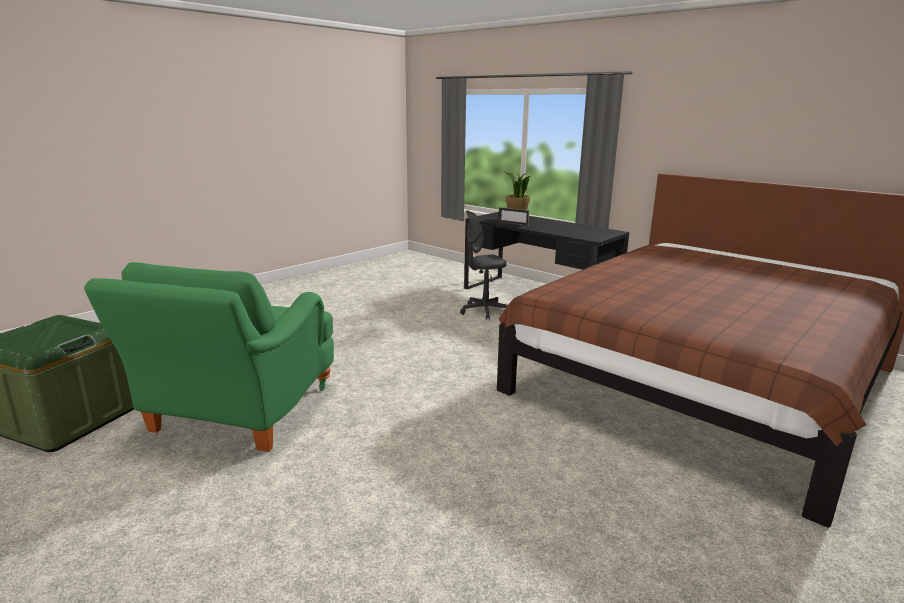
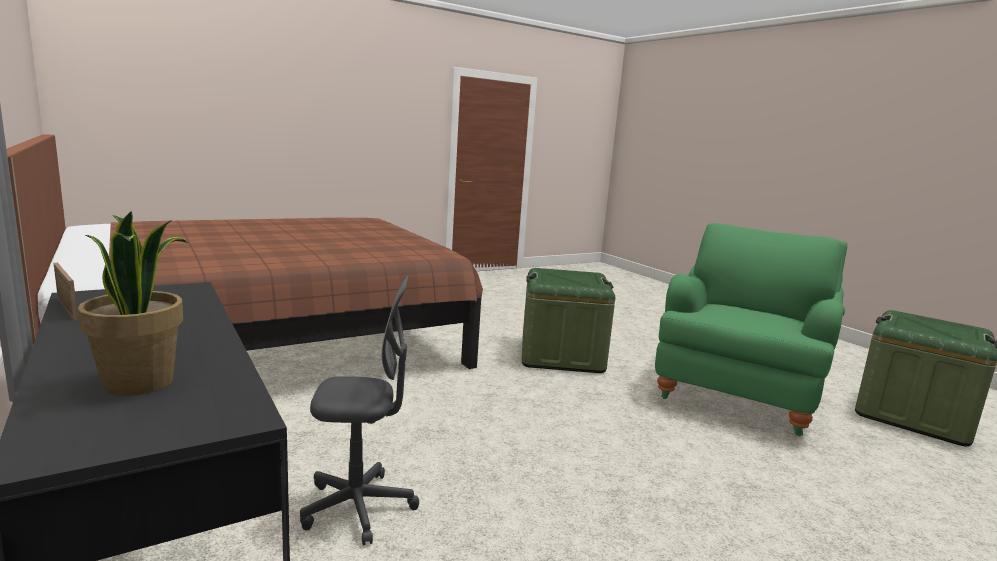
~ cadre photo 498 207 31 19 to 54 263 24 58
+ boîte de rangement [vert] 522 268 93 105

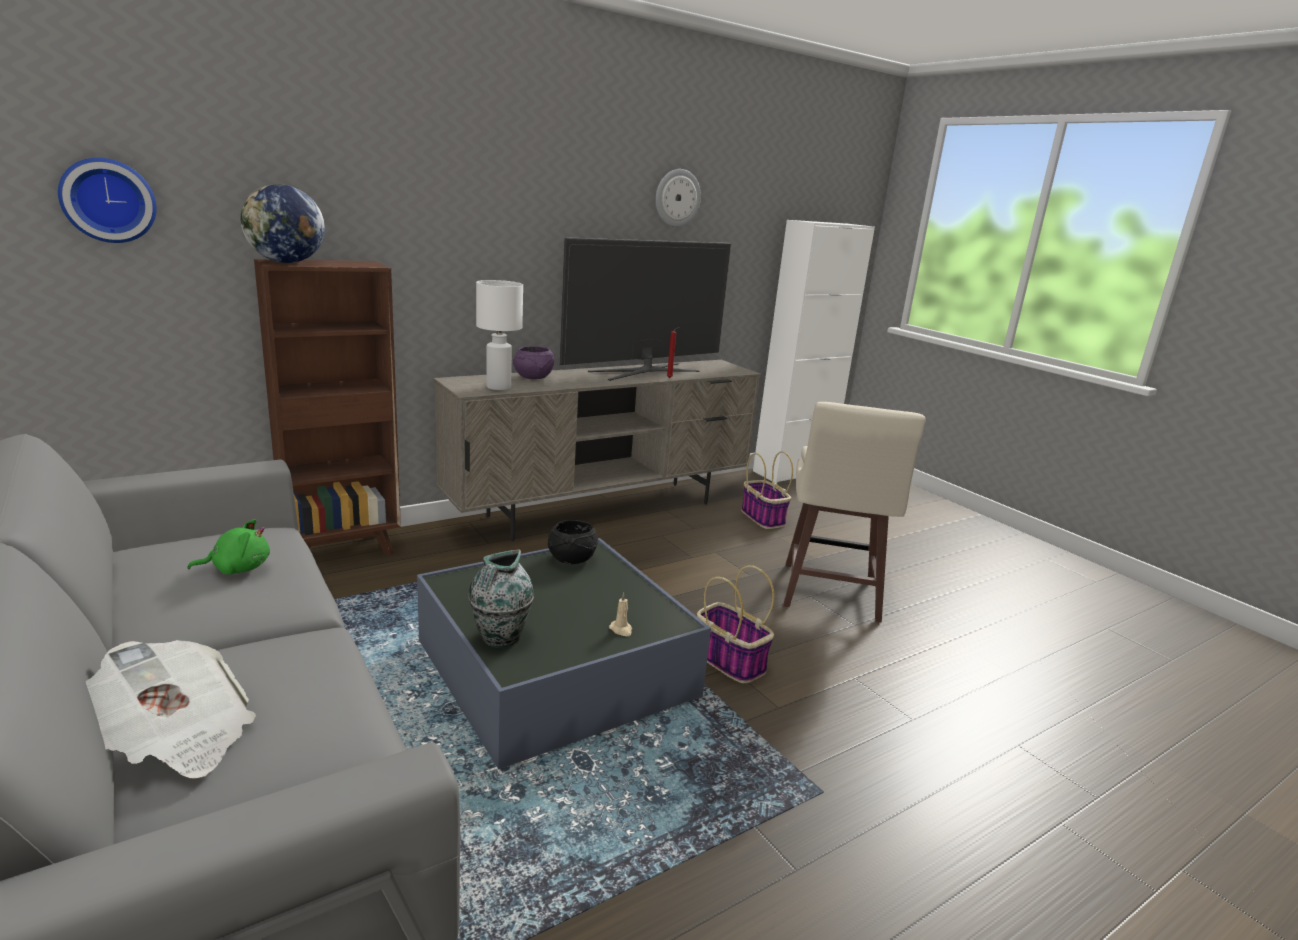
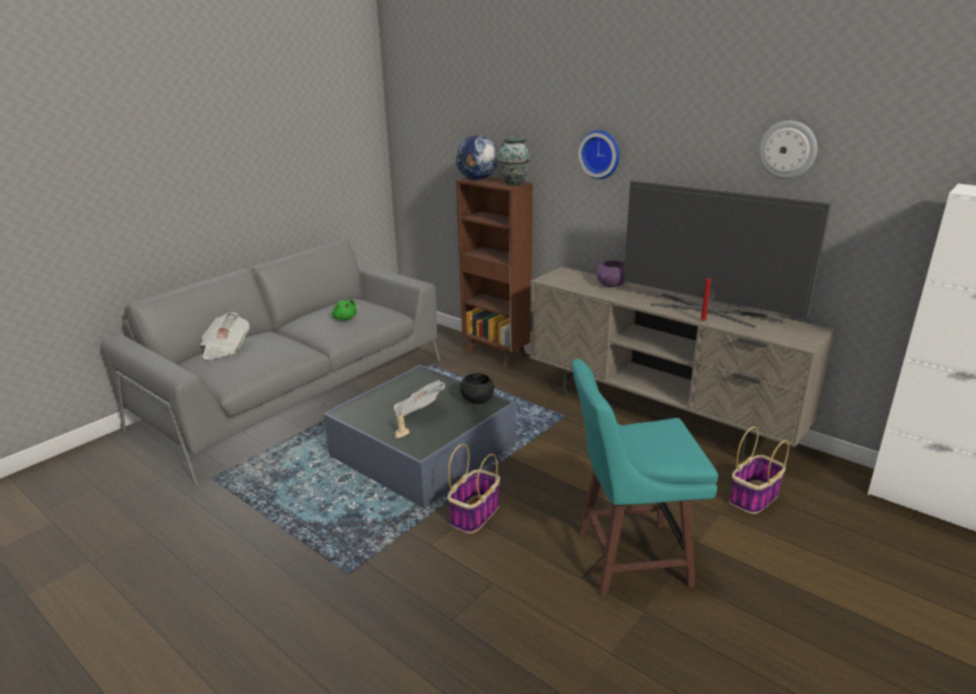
~ horloge murale 58 158 99 85 to 578 130 42 49
- lampe de table [blanc] 476 280 47 110
~ tabouret [beige] 783 402 142 221 to tabouret [turquoise] 572 359 146 237
~ vase 468 550 66 97 to 498 137 32 48
+ journal 394 380 51 39

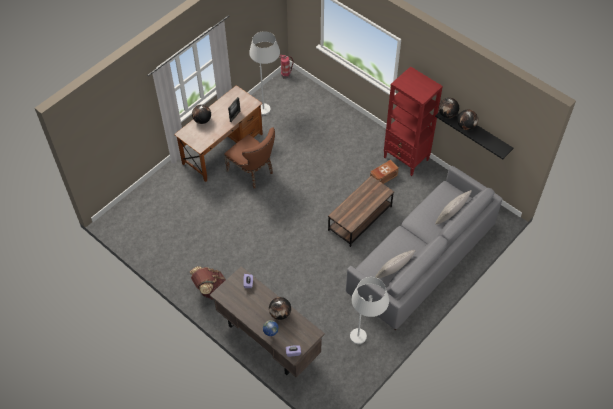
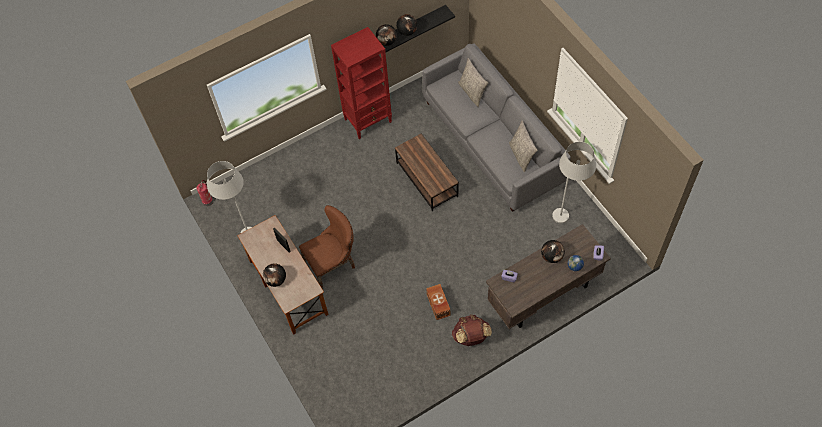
~ boîte de rangement [marron] 370 160 29 24 to 426 284 25 36

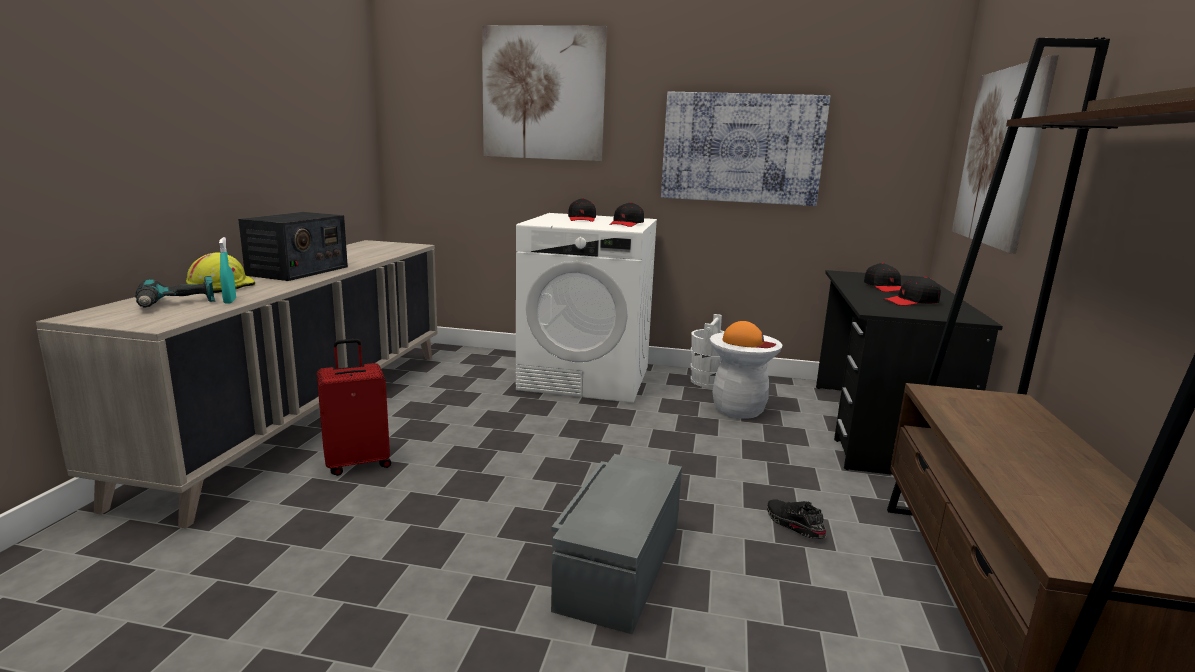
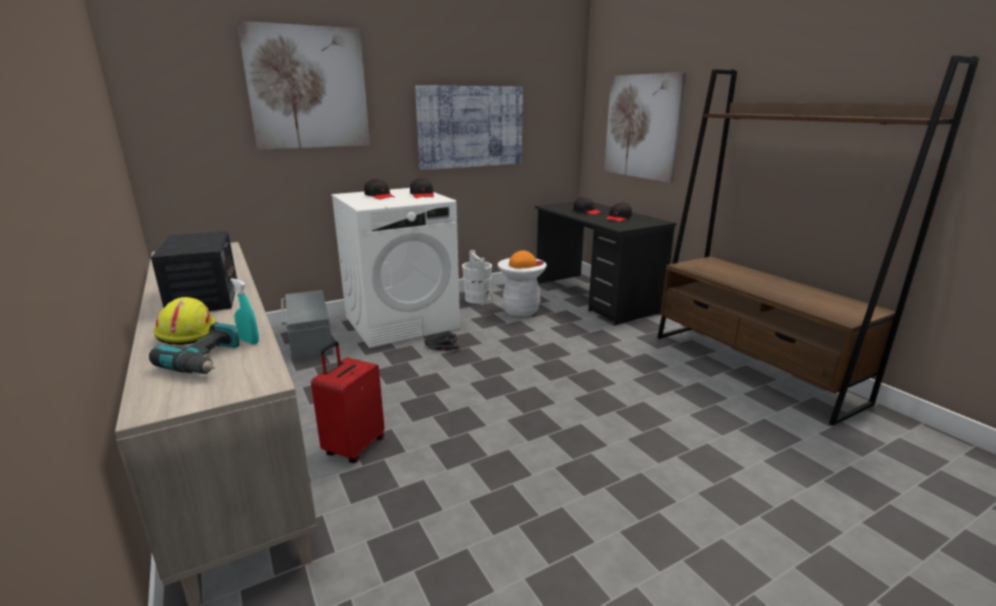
~ boîte de rangement [gris] 551 454 131 180 to 281 290 53 71
~ chaussure [noir] 767 499 60 40 to 424 332 38 19

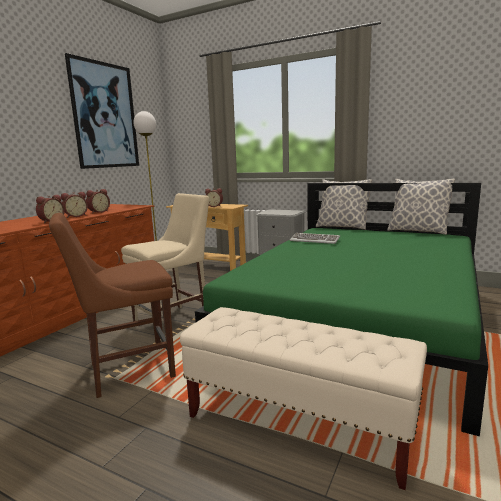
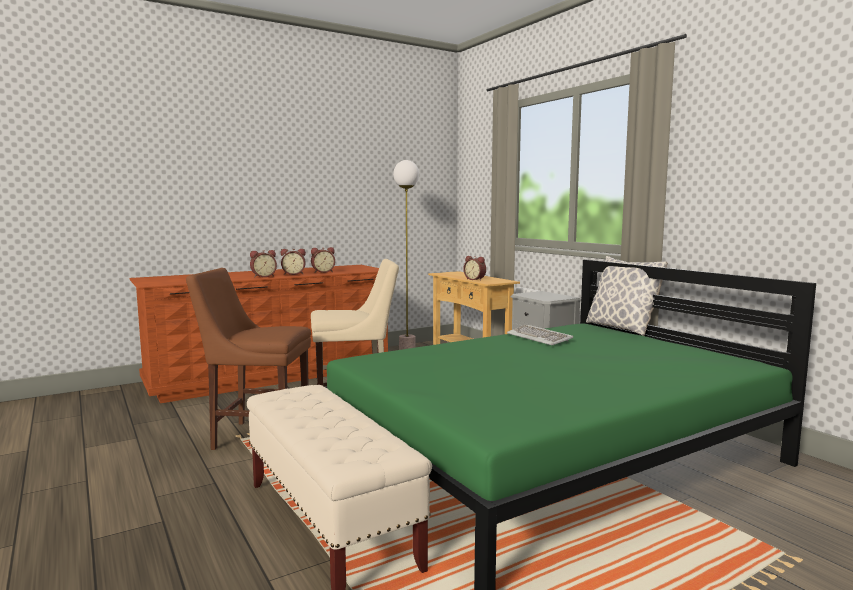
- tableau 65 53 74 116
- coussin 387 179 68 56

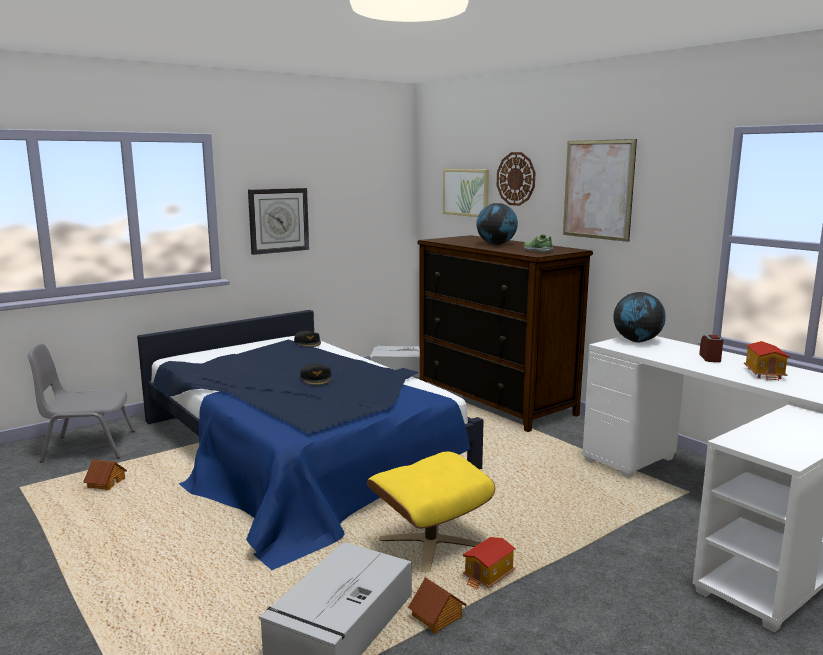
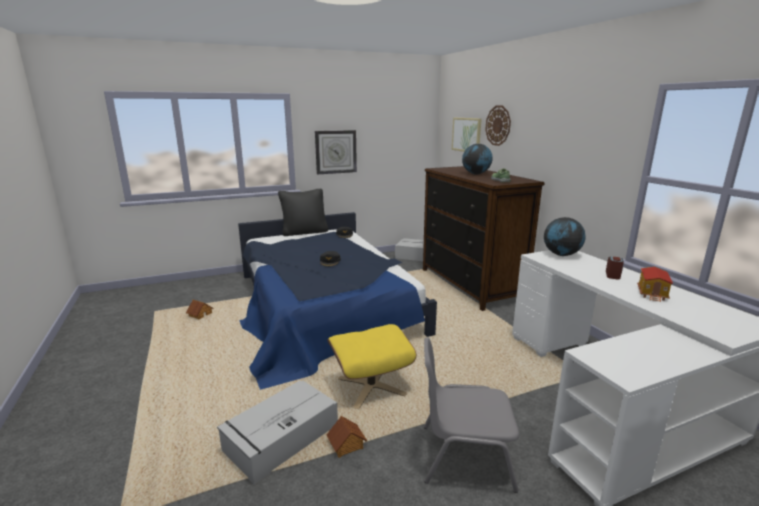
- tableau 563 139 74 103
~ chaise [gris] 27 344 108 119 to 424 337 95 156
- maison miniature 463 537 53 52
+ coussin [noir] 278 189 50 47

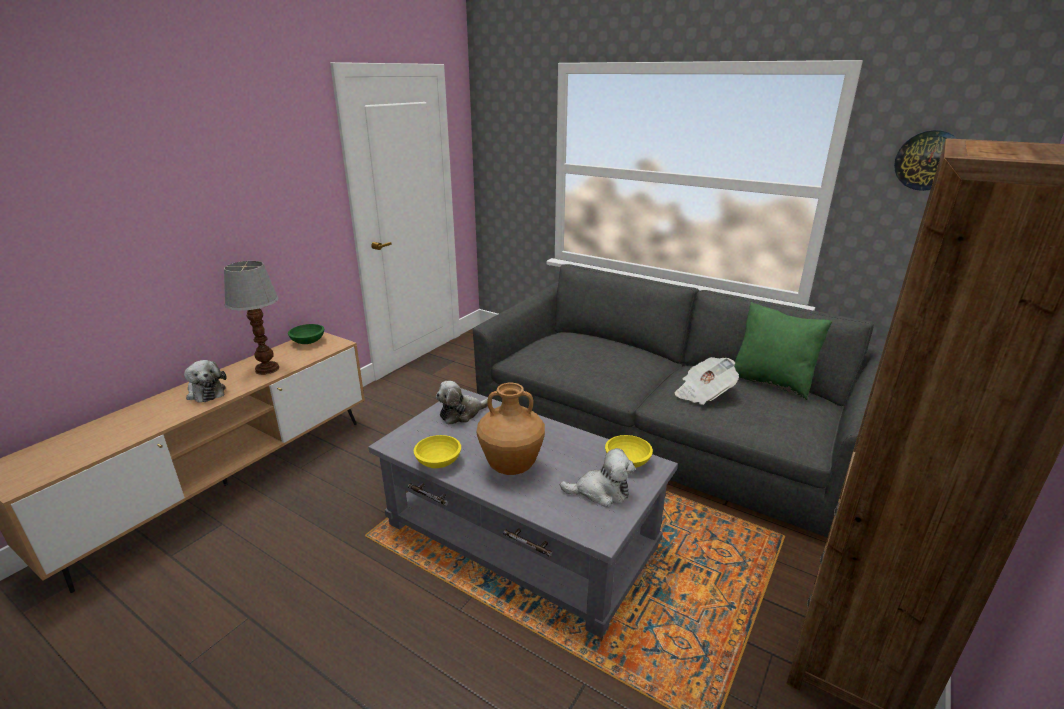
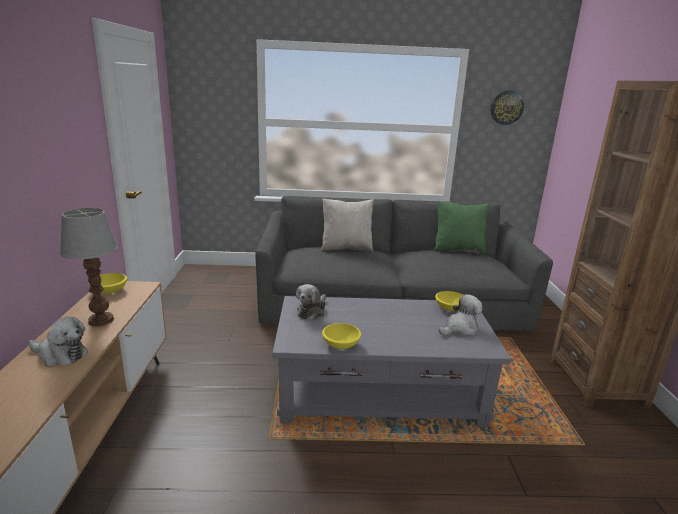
~ bol [vert] 288 324 36 20 to bol [jaune] 88 273 39 21
- journal 675 357 64 48
- vase [marron] 477 383 68 92
+ coussin [beige] 321 198 53 54

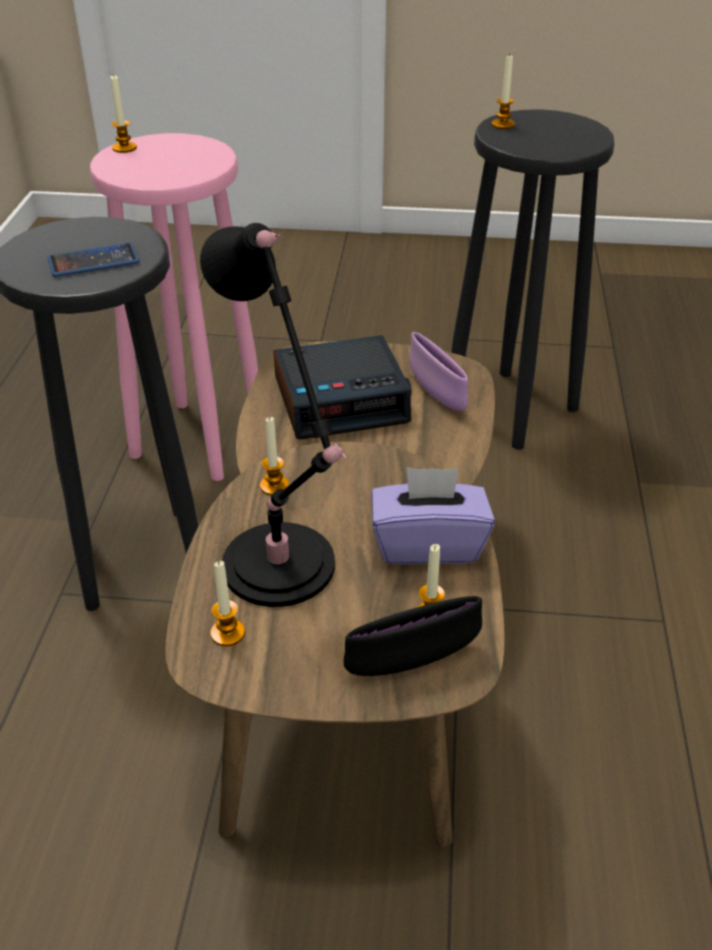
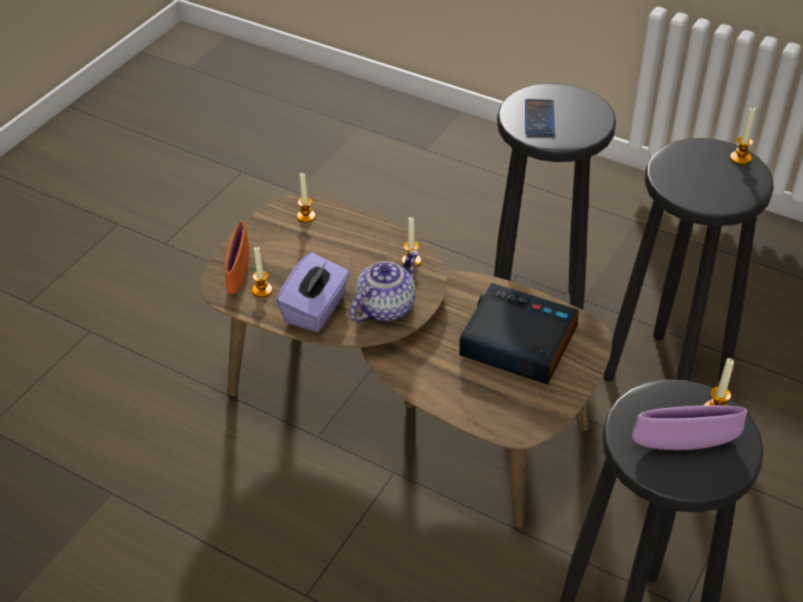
~ tabouret [rose] 90 133 168 348 to tabouret [noir] 603 138 171 243
- lampe de table [noir] 200 223 148 384
~ bol [violet] 409 332 59 79 to 632 405 115 45
~ réveil 273 335 138 104 = 459 283 120 102 105 degrees clockwise
~ bol [noir] 344 596 138 80 to bol [orange] 225 221 24 73
+ théière 350 250 69 72

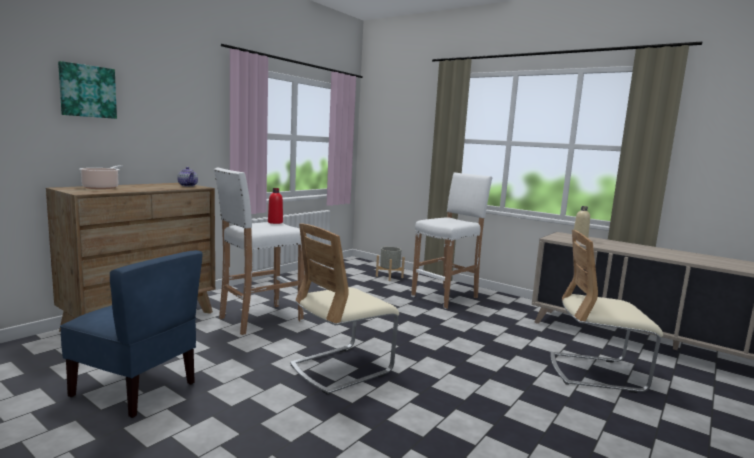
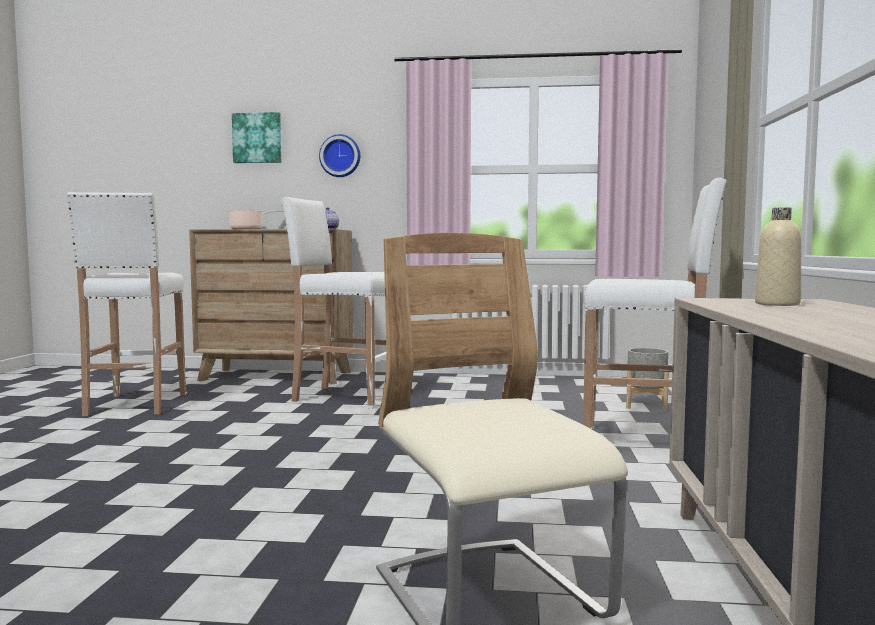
- bouteille [rouge] 268 188 15 36
- chaise [beige] 290 223 109 172
~ chaise [bleu] 60 250 143 168 to tabouret [blanc] 67 192 119 224
+ horloge murale 319 134 41 43

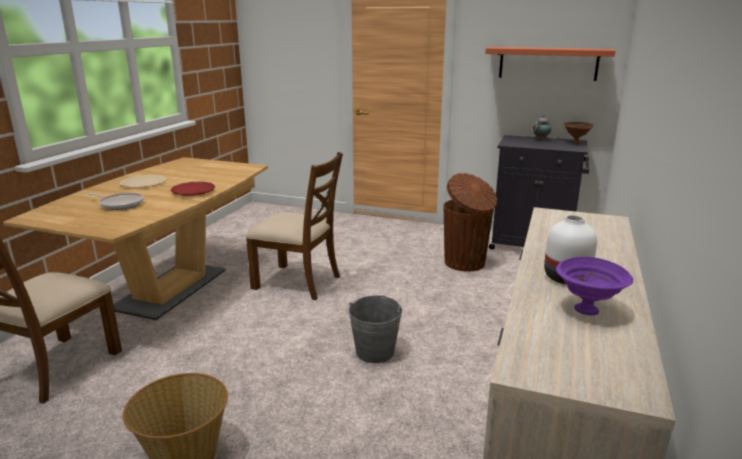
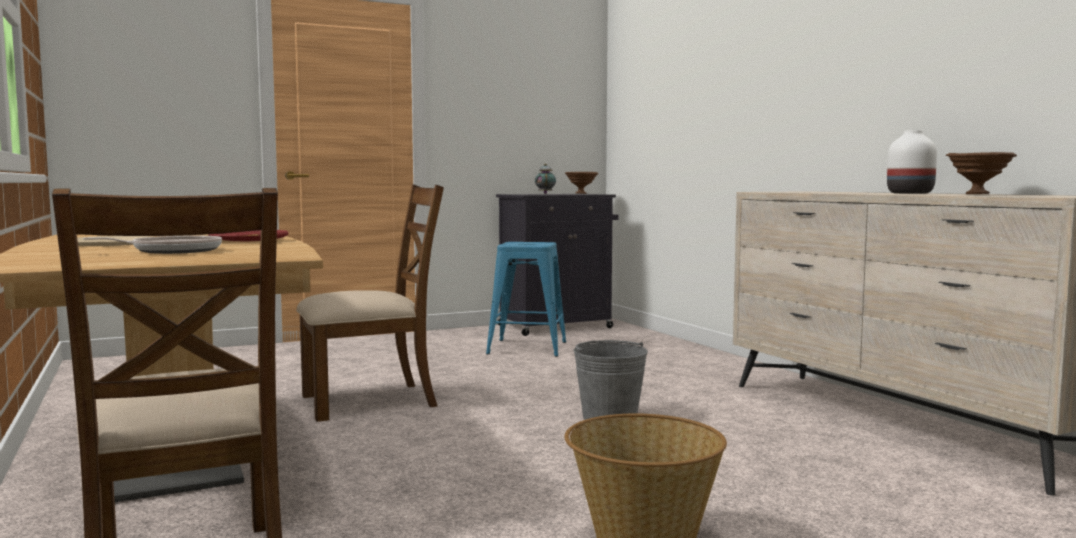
- étagère 485 47 130 34
~ poubelle [marron] 443 173 54 99 to tabouret [bleu] 486 242 80 115
~ bol [violet] 556 257 77 58 to bol [marron] 946 152 71 42

